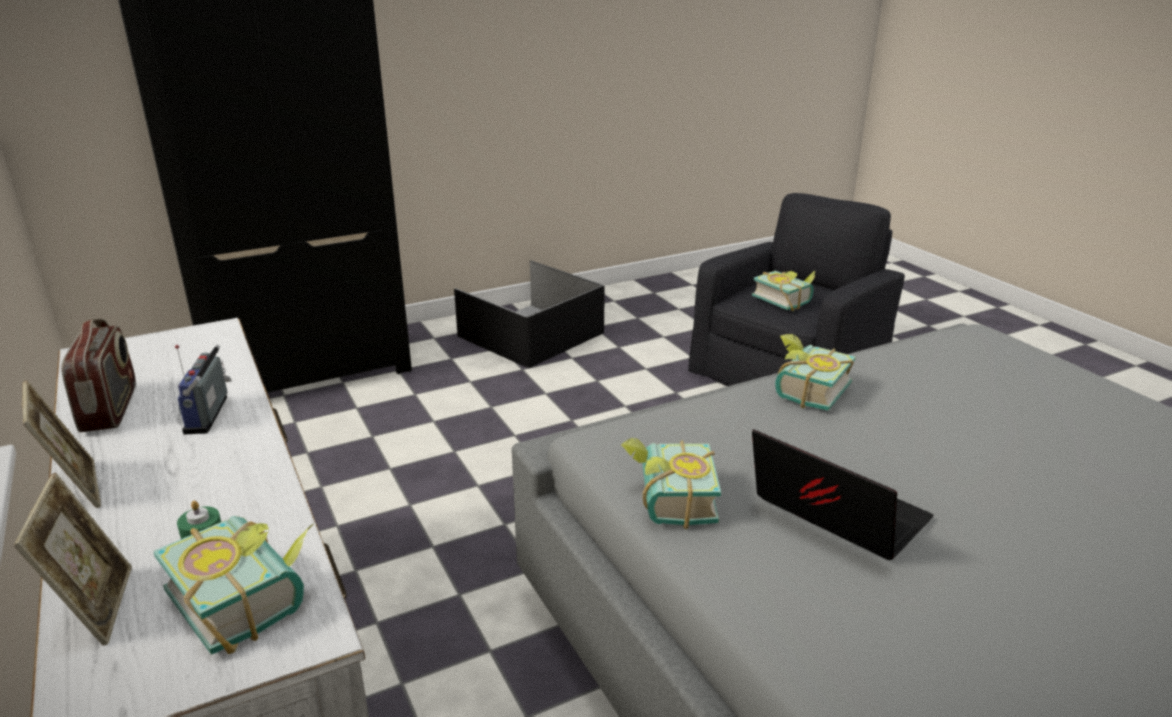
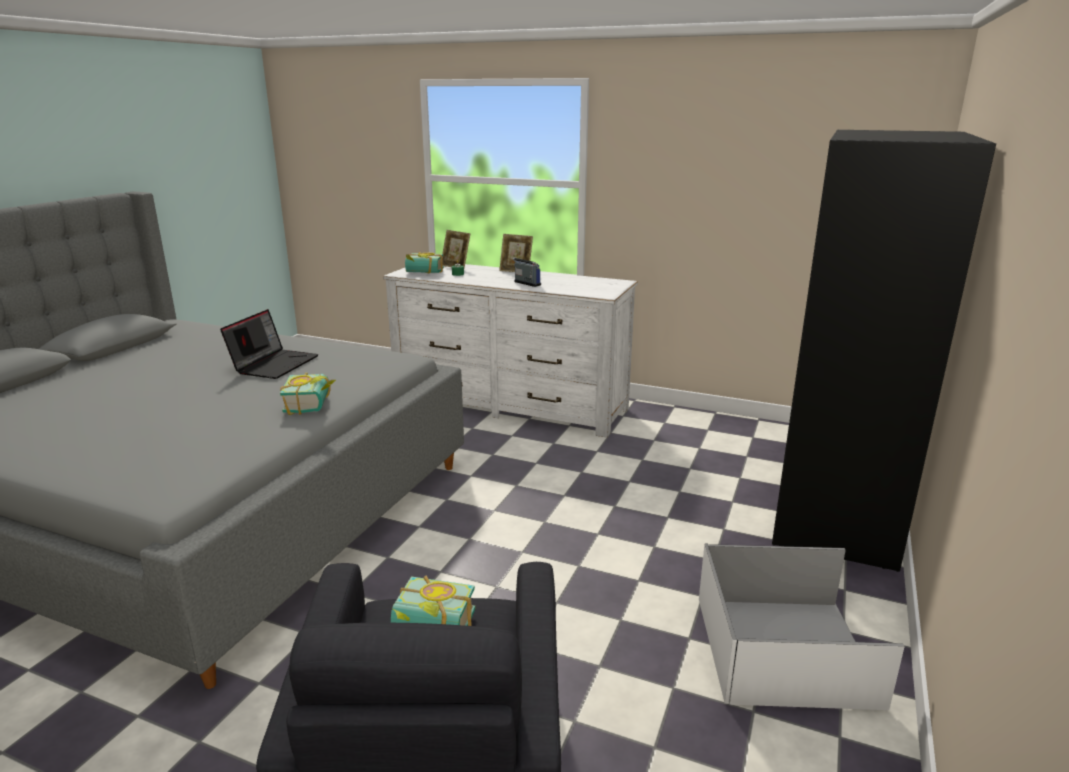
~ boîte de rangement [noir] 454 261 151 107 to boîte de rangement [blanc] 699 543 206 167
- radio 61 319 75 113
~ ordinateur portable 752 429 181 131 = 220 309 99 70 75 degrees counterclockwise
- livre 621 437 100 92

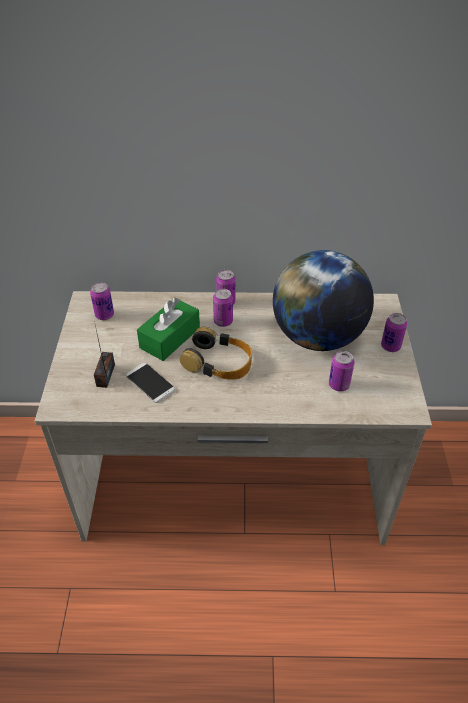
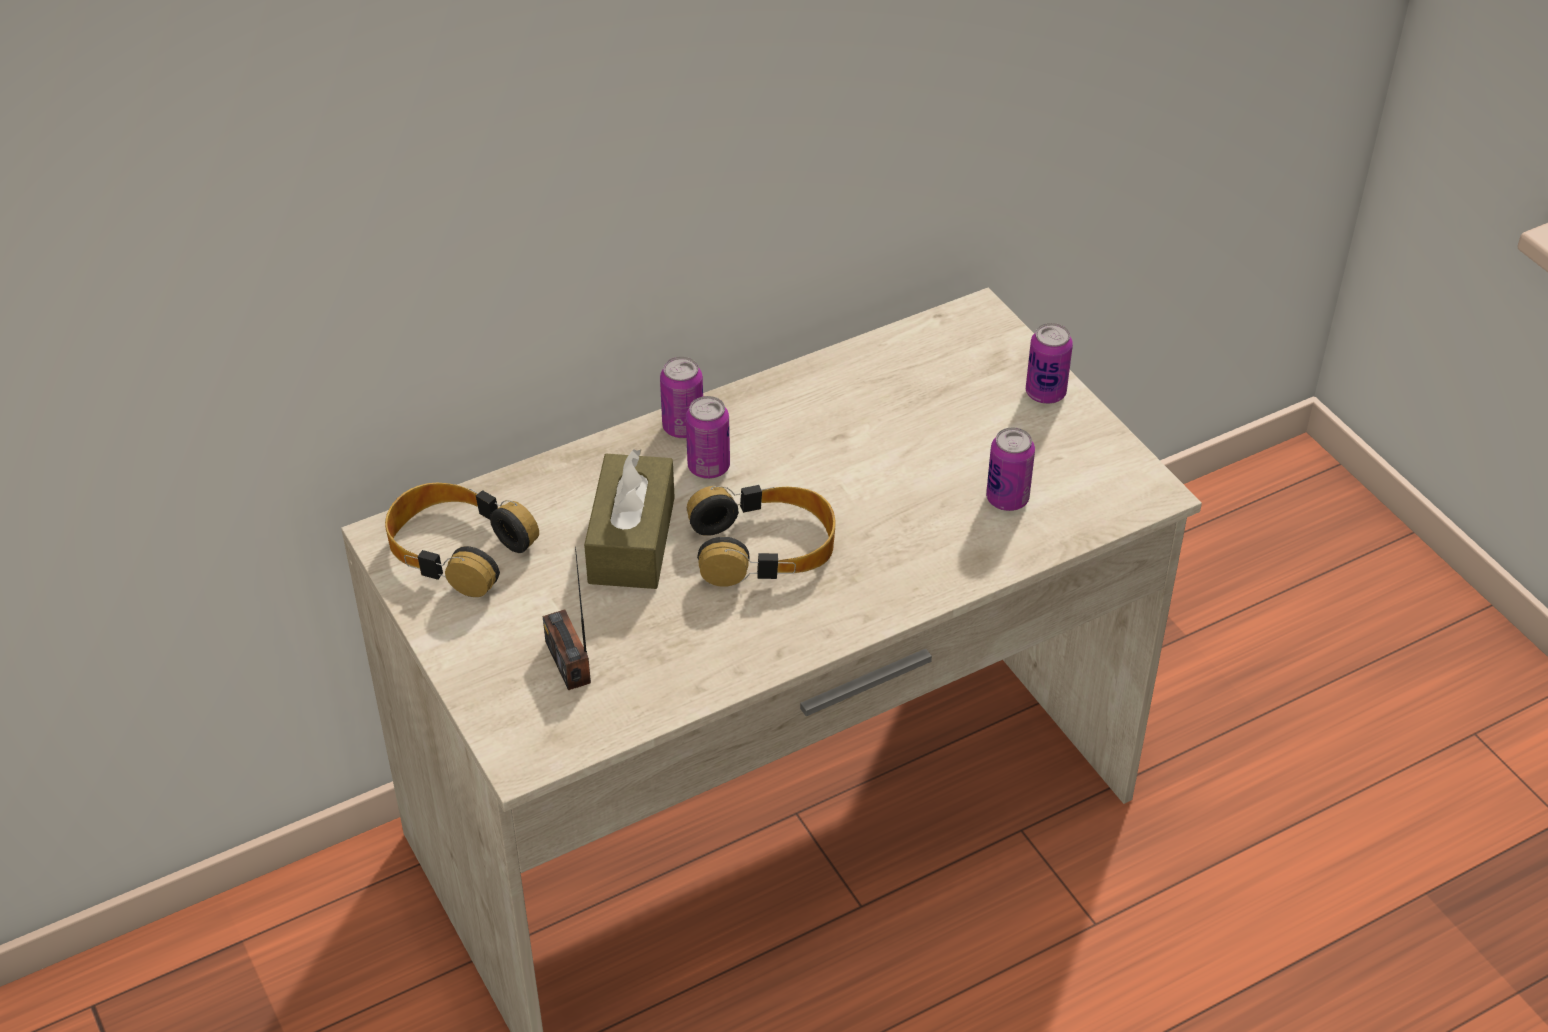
- globe 273 250 101 101
~ boîte métallique 90 282 24 38 to casque audio 385 483 154 114
~ boîte à mouchoirs [vert] 137 298 63 63 to boîte à mouchoirs [marron] 584 449 91 140
- téléphone 126 363 49 40

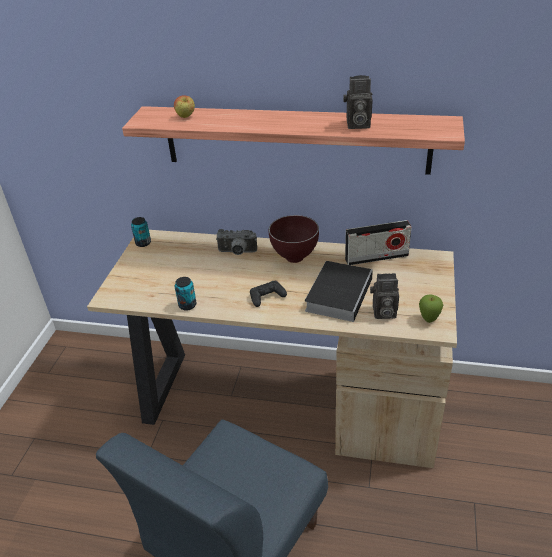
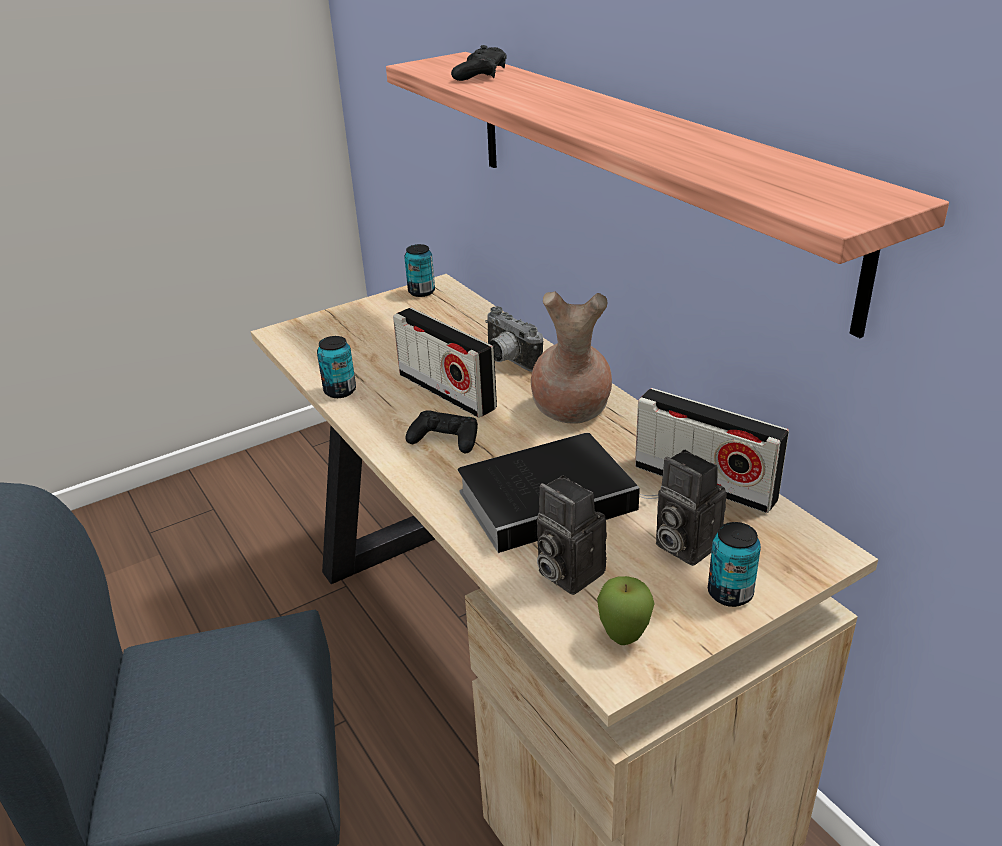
~ appareil photo 343 75 30 54 to 656 450 70 116
~ pomme 174 96 21 22 to manette [noir] 451 45 55 36
~ bol [marron] 269 215 50 48 to vase [marron] 531 291 81 132
+ radio 393 308 104 110
+ boîte métallique 708 522 53 85

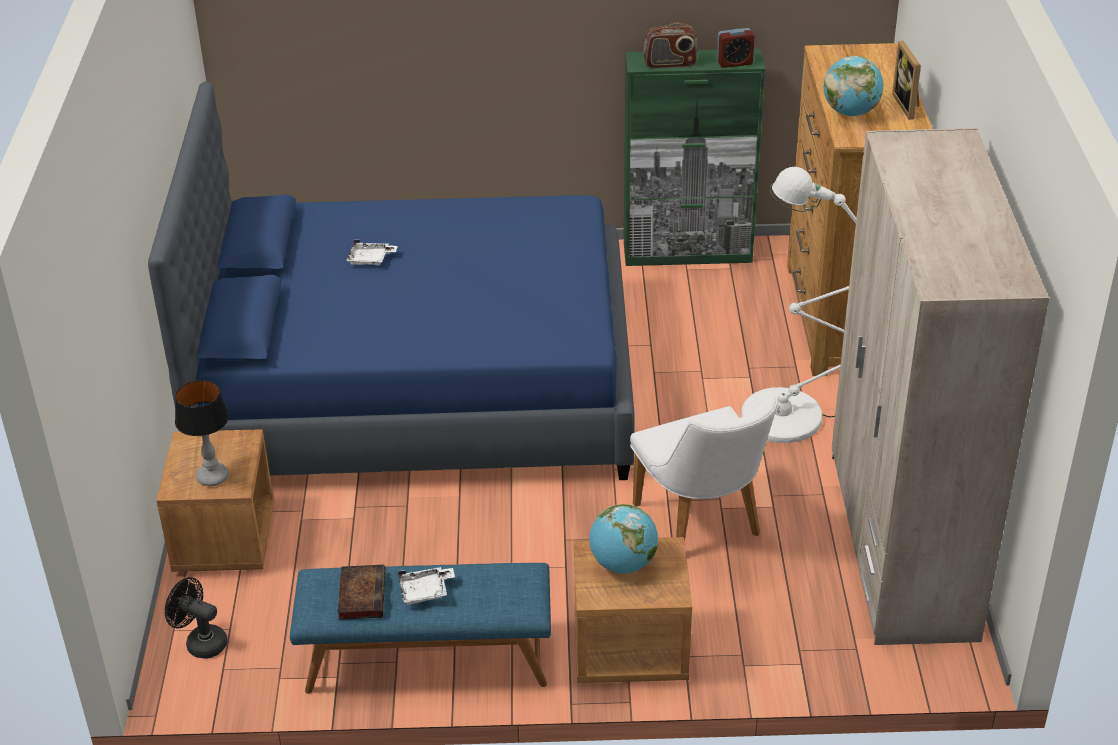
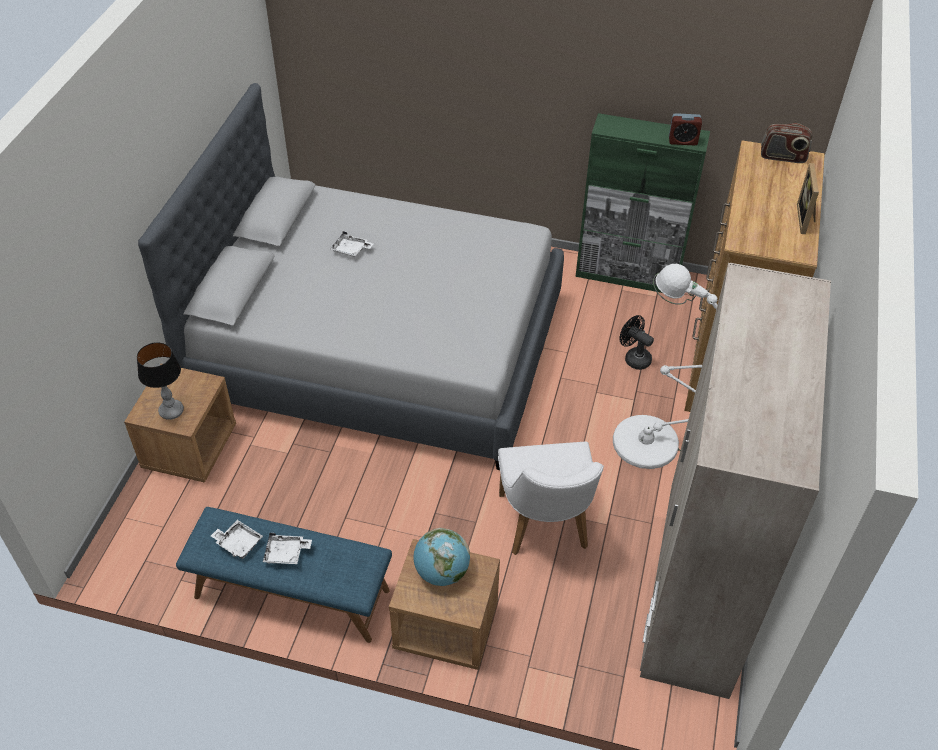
~ radio 643 22 55 47 to 761 123 51 40
- globe 824 56 60 60
~ lit [bleu] 148 81 487 399 to lit [gris] 138 83 426 387
~ livre 337 565 49 55 to plateau [blanc] 211 520 52 39
~ ventilateur [noir] 165 577 62 82 to 620 315 34 55

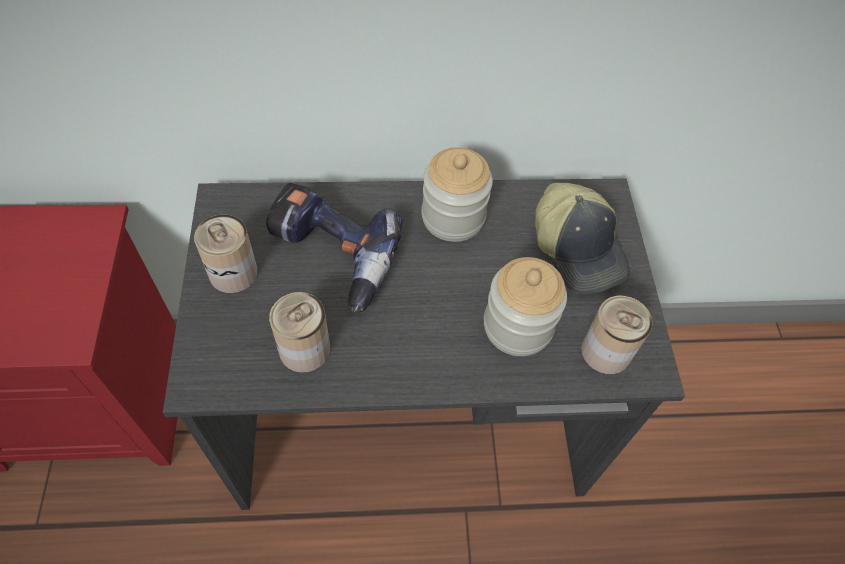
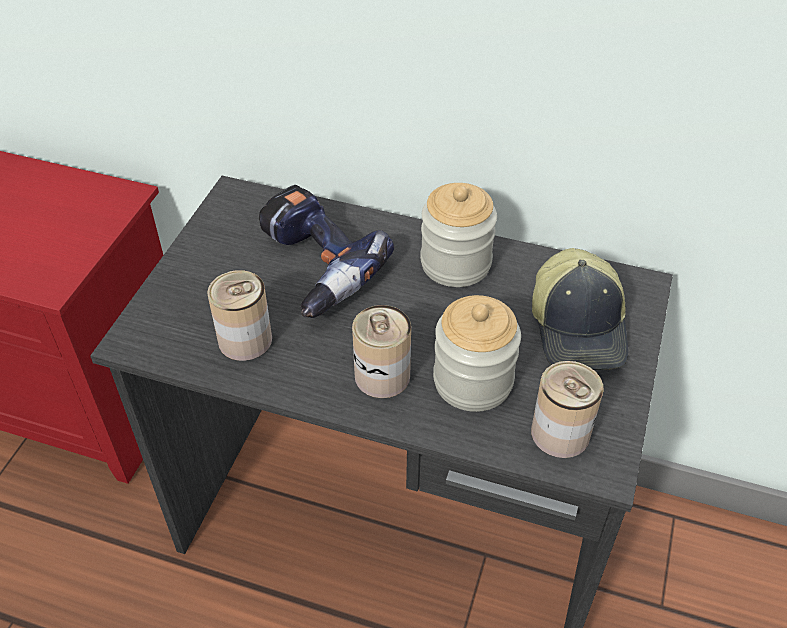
~ boîte métallique 194 214 64 79 to 352 305 59 93

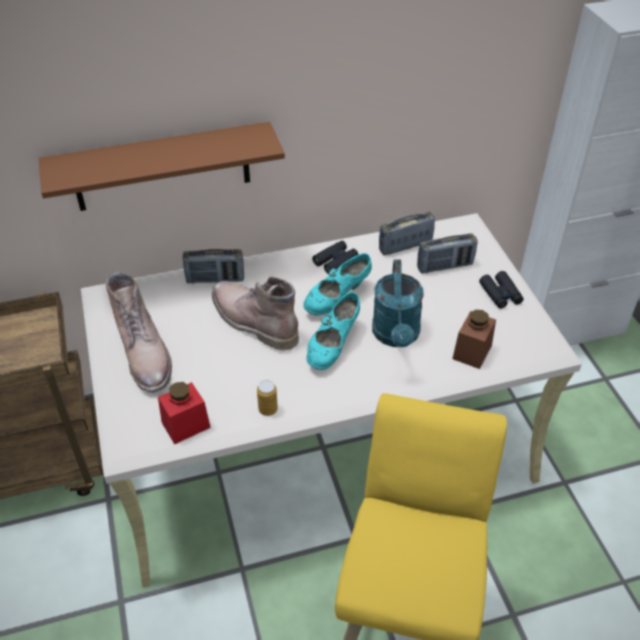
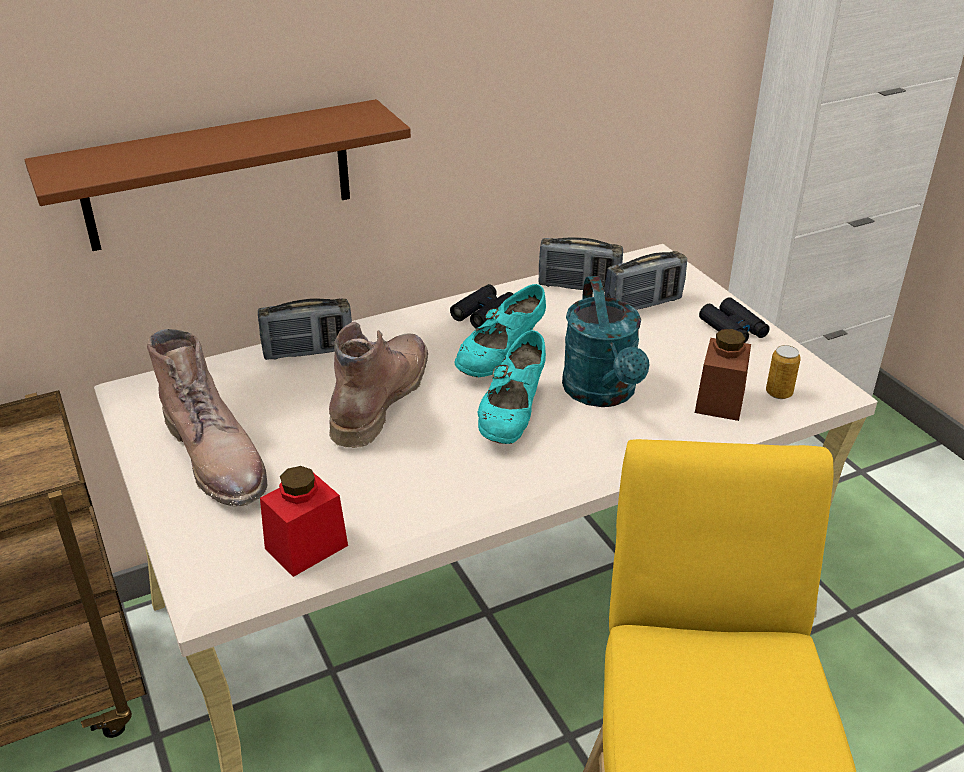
~ radio 379 212 56 44 = 539 237 84 55 135 degrees counterclockwise
~ botte [marron] 212 276 87 74 = 329 322 99 126 75 degrees clockwise
~ boîte métallique 257 380 21 36 to 766 345 35 54

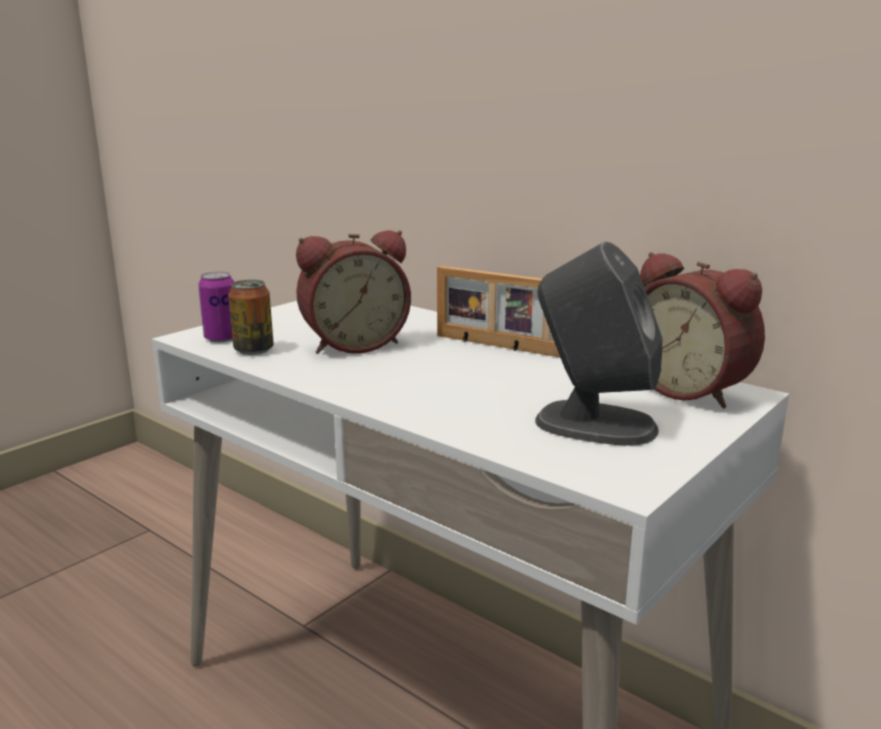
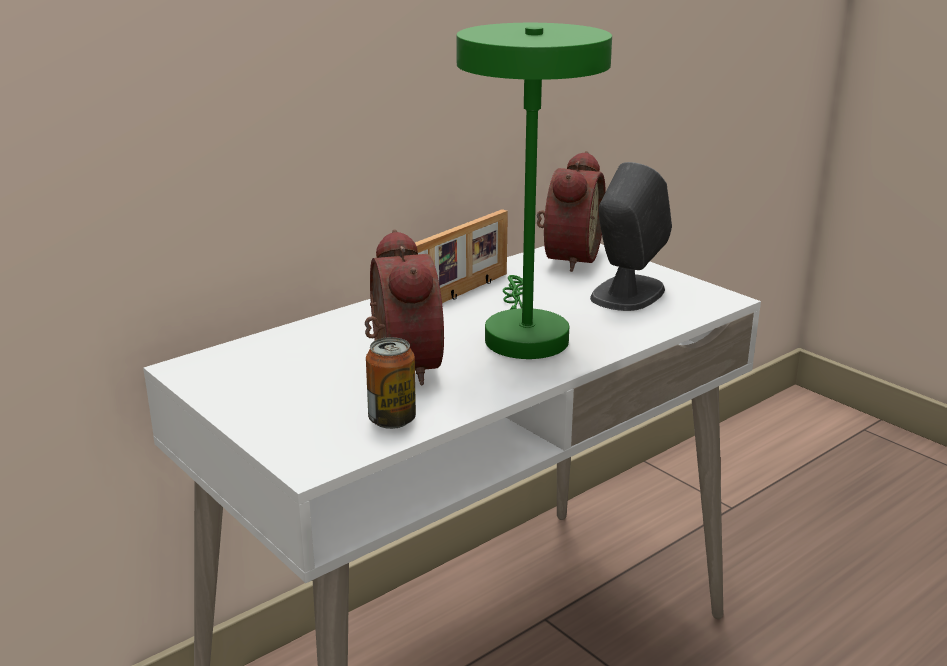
~ réveil 640 252 125 156 = 537 151 69 121 45 degrees counterclockwise
- boîte métallique 198 272 36 70
+ lampe de table [vert] 456 23 156 336

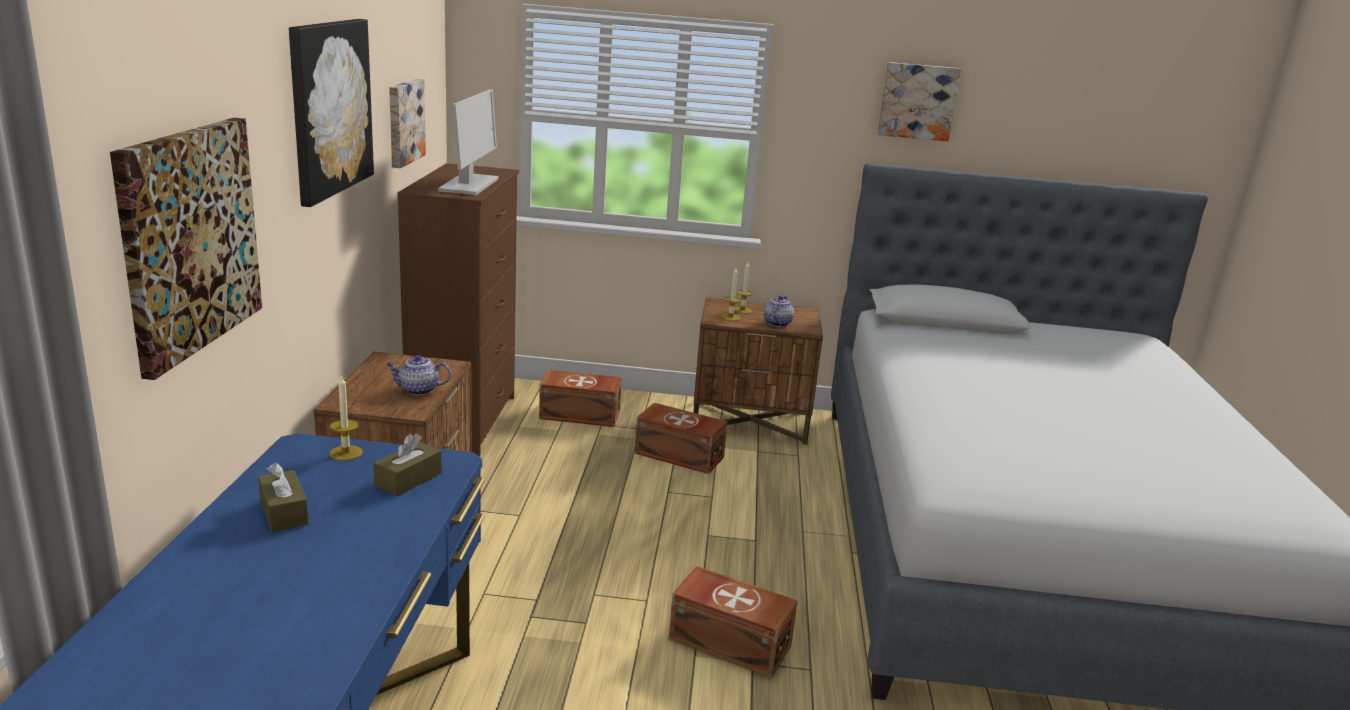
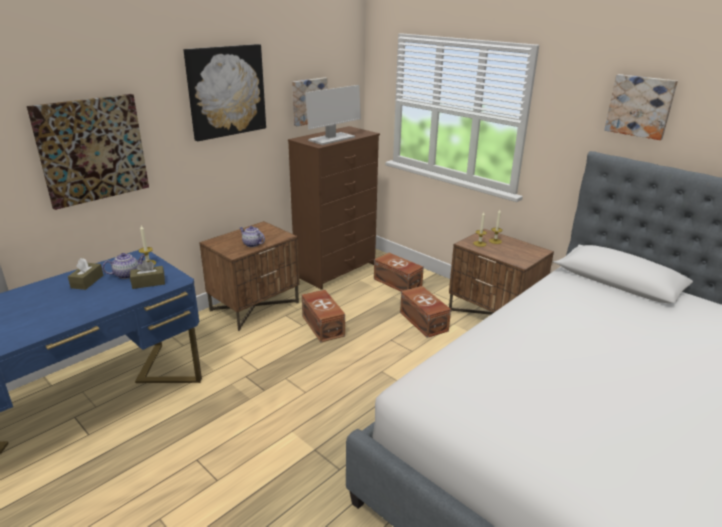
~ théière 764 296 30 31 to 102 253 43 26
~ boîte de rangement [marron] 669 566 129 112 to 302 290 43 53

